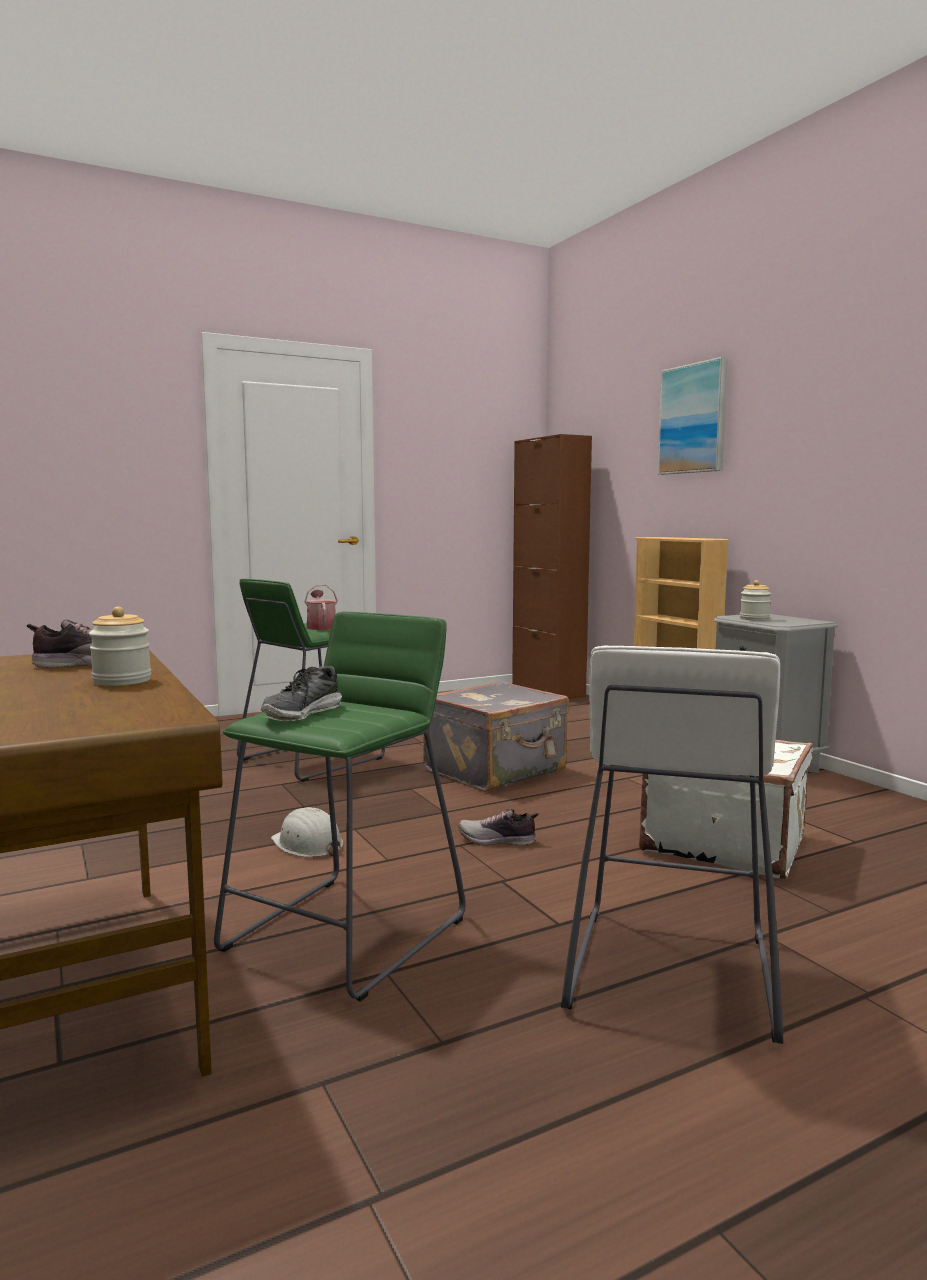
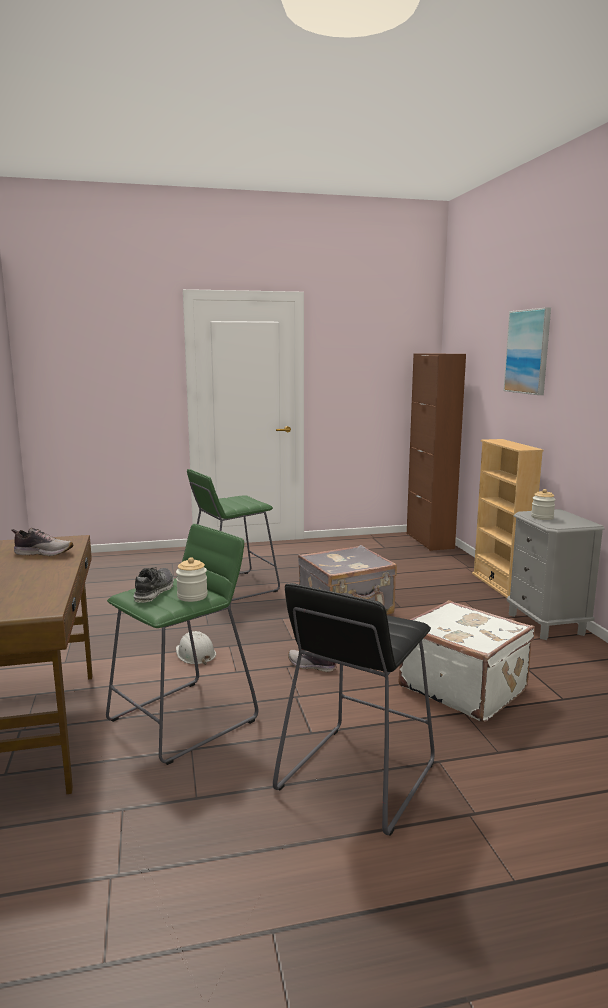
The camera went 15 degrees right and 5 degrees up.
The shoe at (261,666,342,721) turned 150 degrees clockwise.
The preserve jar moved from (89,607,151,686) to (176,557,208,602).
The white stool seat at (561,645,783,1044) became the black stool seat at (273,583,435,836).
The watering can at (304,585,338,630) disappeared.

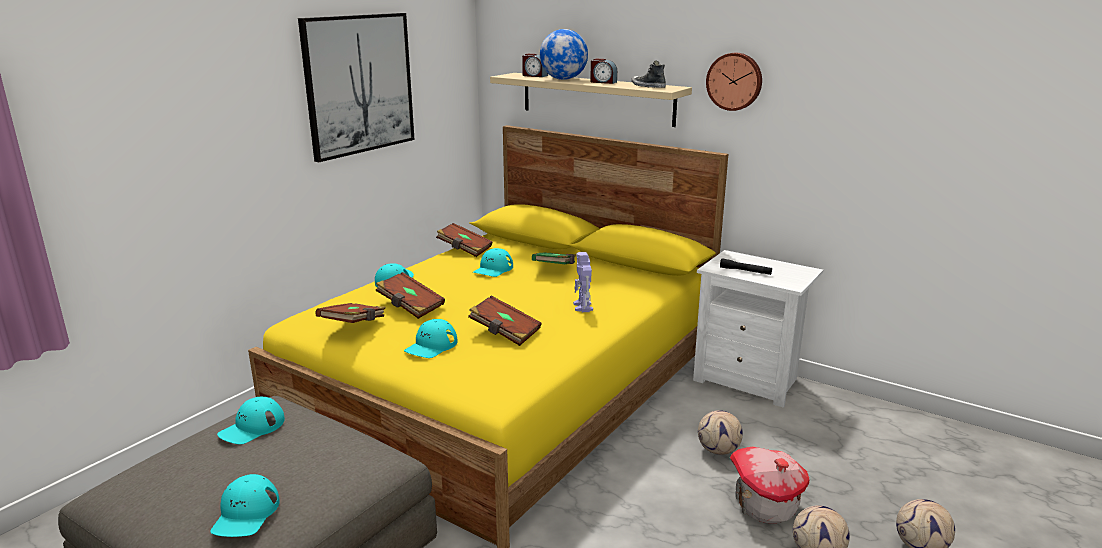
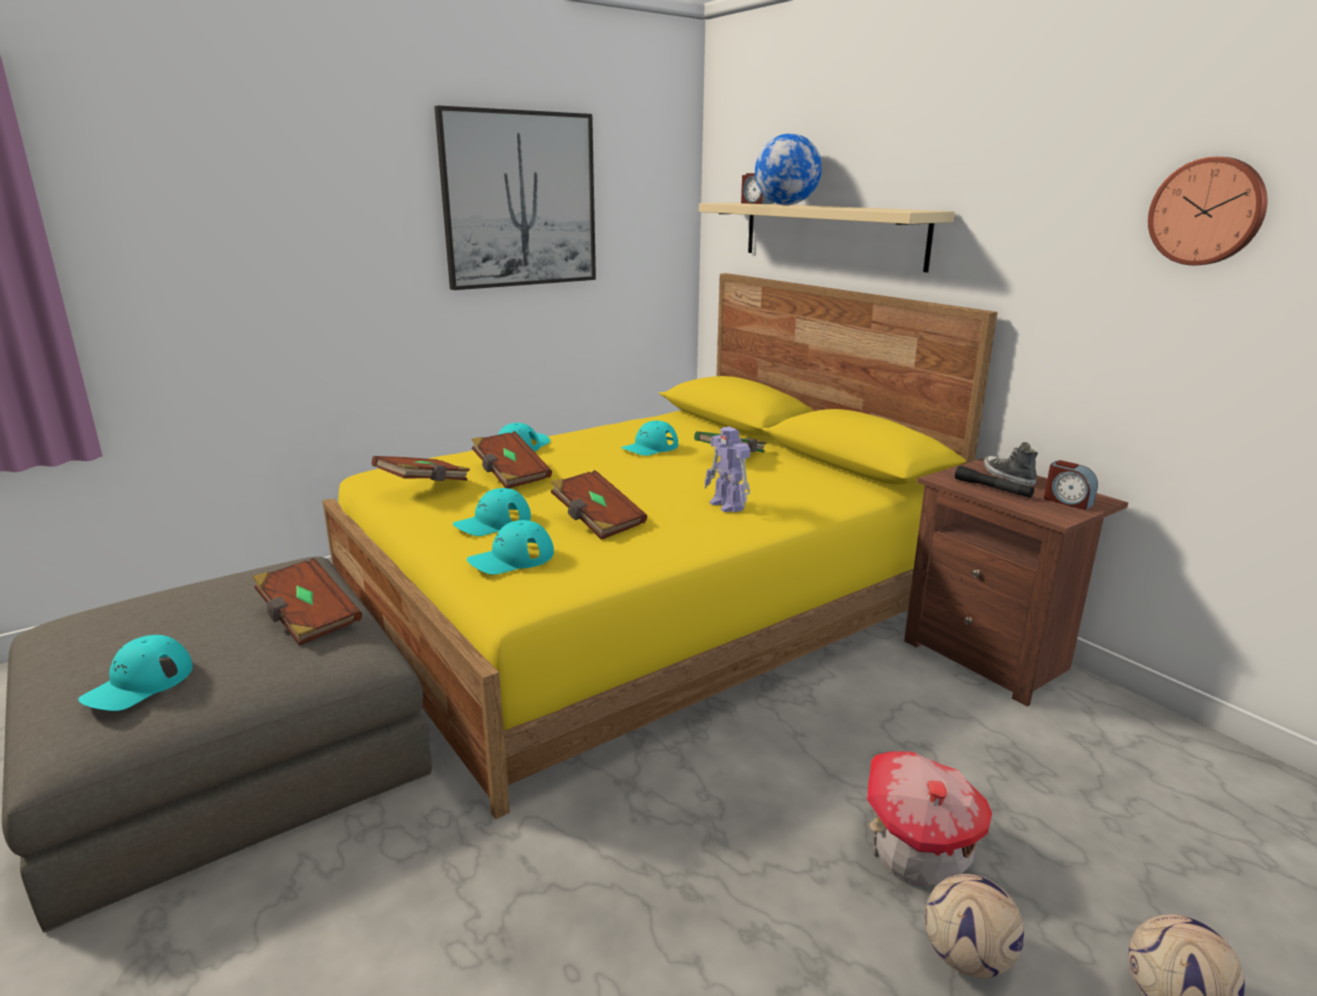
The camera went 20 degrees right and 0 degrees up.
The brownish bound book moved from (436,223,492,257) to (253,558,362,646).
The blue-green cap moved from (217,397,285,444) to (467,520,554,575).
The robot figure at (573,252,593,312) turned 45 degrees counterclockwise.
The white nightstand at (693,250,823,408) became the brownish nightstand at (904,459,1128,707).
The shoe moved from (631,60,666,88) to (983,442,1038,486).
The table clock moved from (590,59,617,84) to (1044,460,1098,510).
The clock on the wall moved from (706,53,762,111) to (1148,157,1267,265).
The football ball at (698,410,743,455) disappeared.

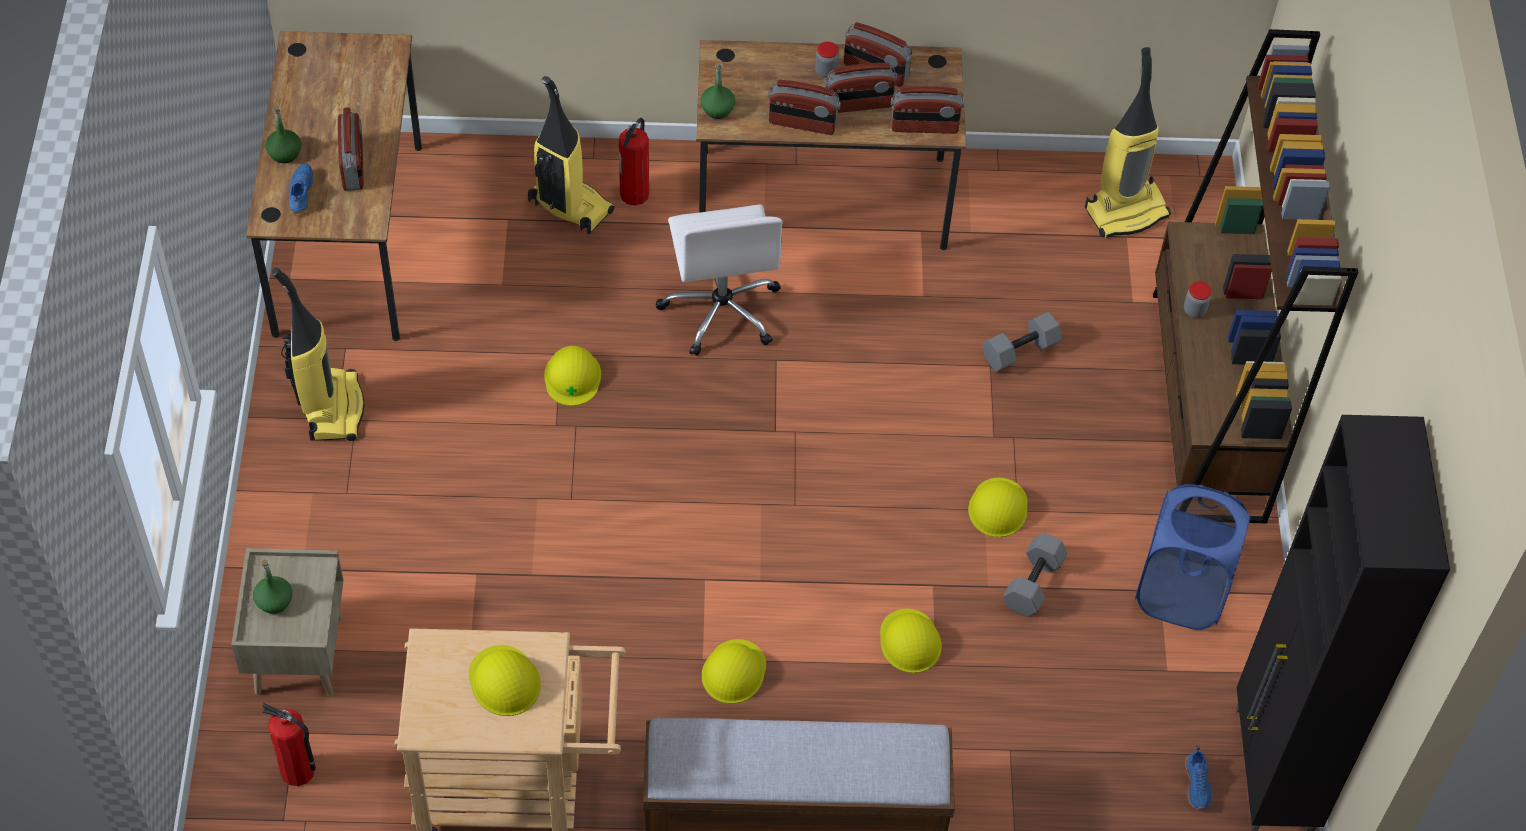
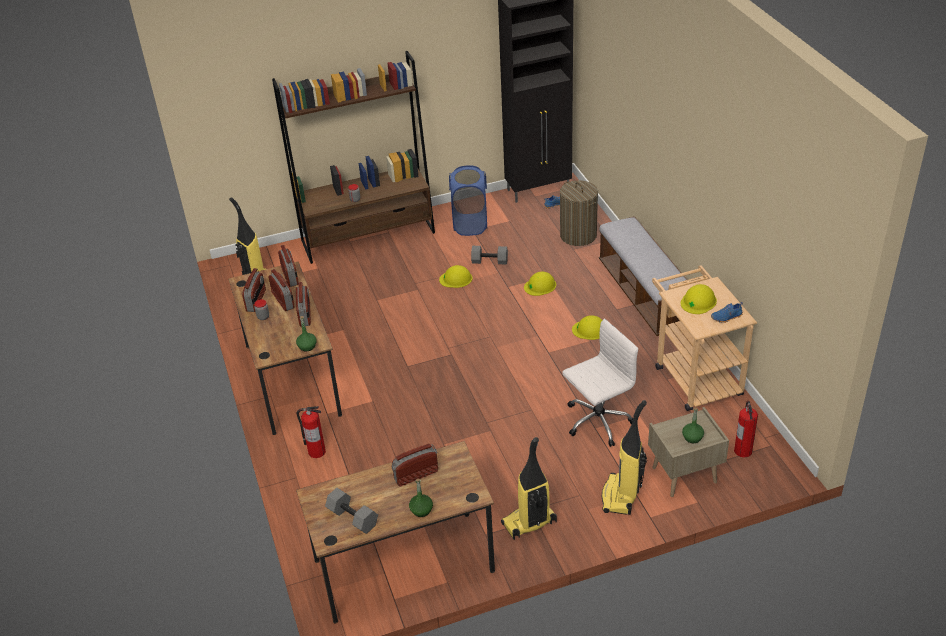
The camera went 105 degrees left and 15 degrees down.
The greyish hand weight moved from (982,312,1062,372) to (325,488,378,534).
The laundry basket at (560,180,598,246) appeared.
The white desk chair moved from (656,204,783,356) to (562,318,638,447).
The vacuum cleaner moved from (528,76,614,235) to (602,400,647,515).
The blue shoe moved from (290,163,314,215) to (711,302,743,323).
The yellowish safety helmet at (544,346,601,406) disappeared.

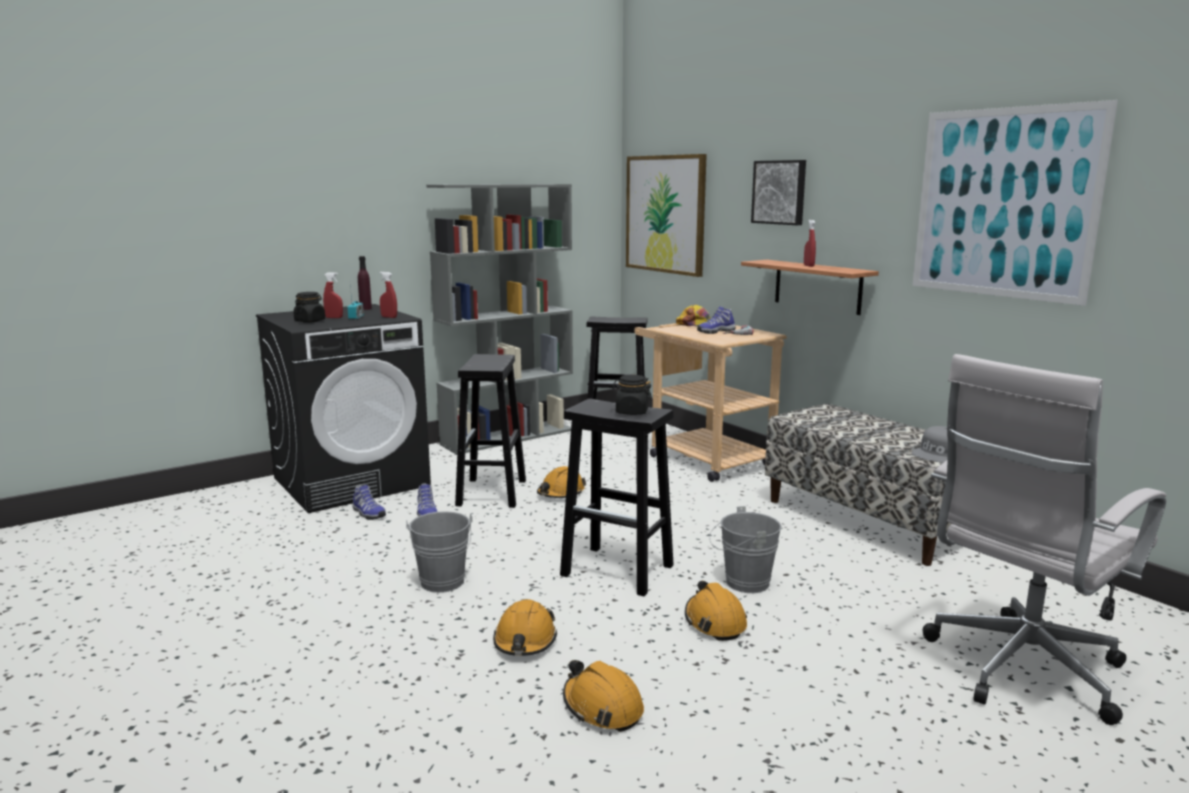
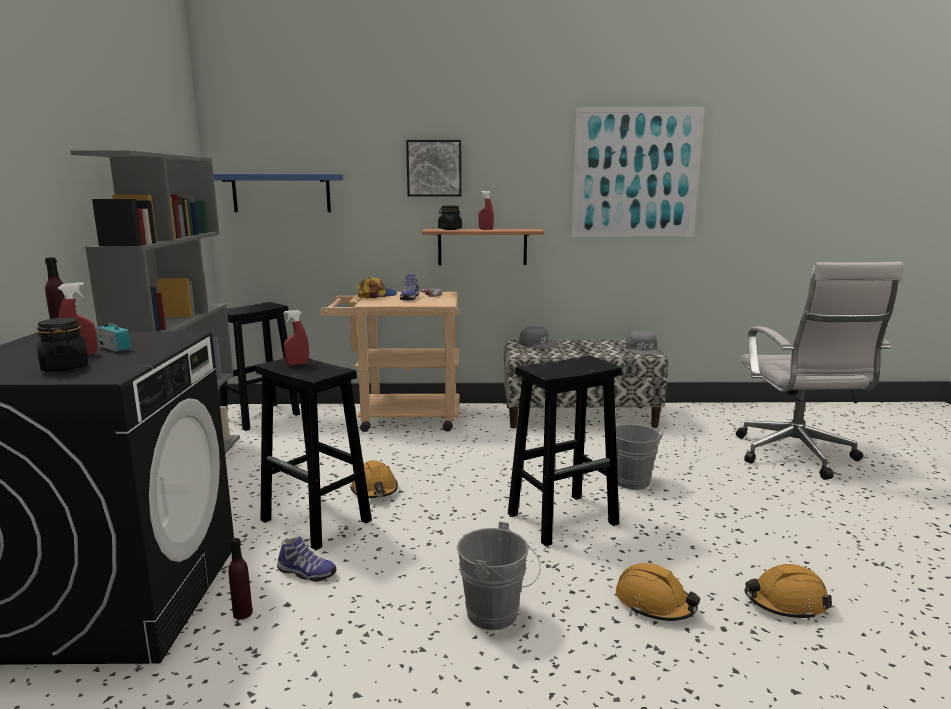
The camera went 55 degrees left and 0 degrees up.
The picture at (626,154,707,277) was replaced by the blue wall shelf at (213,174,343,212).
The shoe at (353,485,386,520) was replaced by the purplish drink bottle at (229,538,253,620).
The red spray bottle moved from (380,272,397,318) to (284,310,309,366).
The black preserve jar moved from (612,375,652,415) to (438,206,462,230).
The greyish cap at (519,326,558,348) appeared.
The orange safety helmet at (685,581,747,641) disappeared.

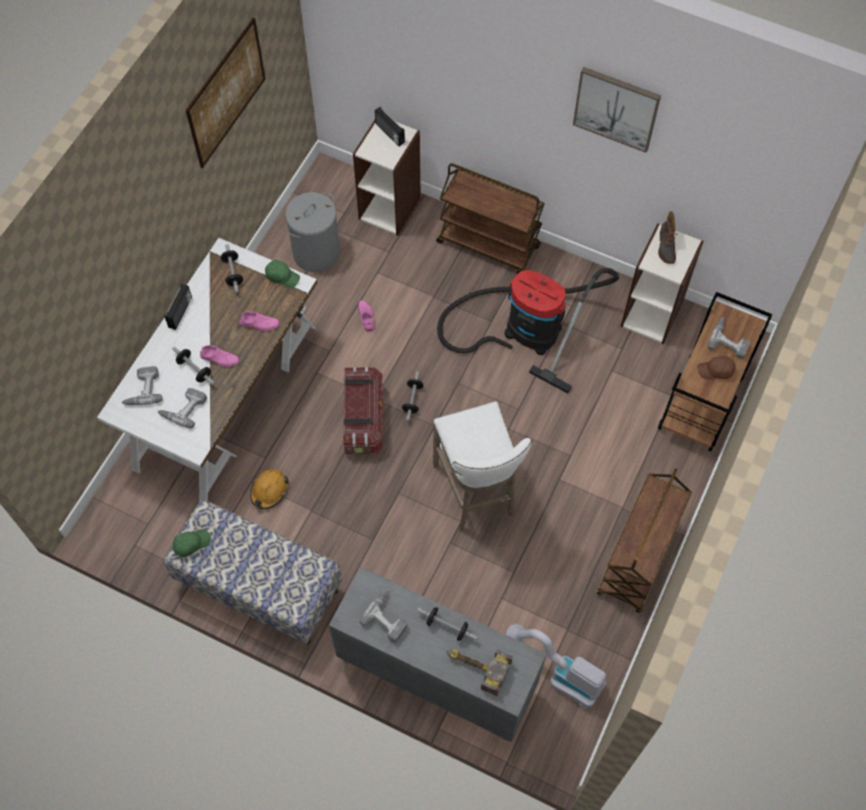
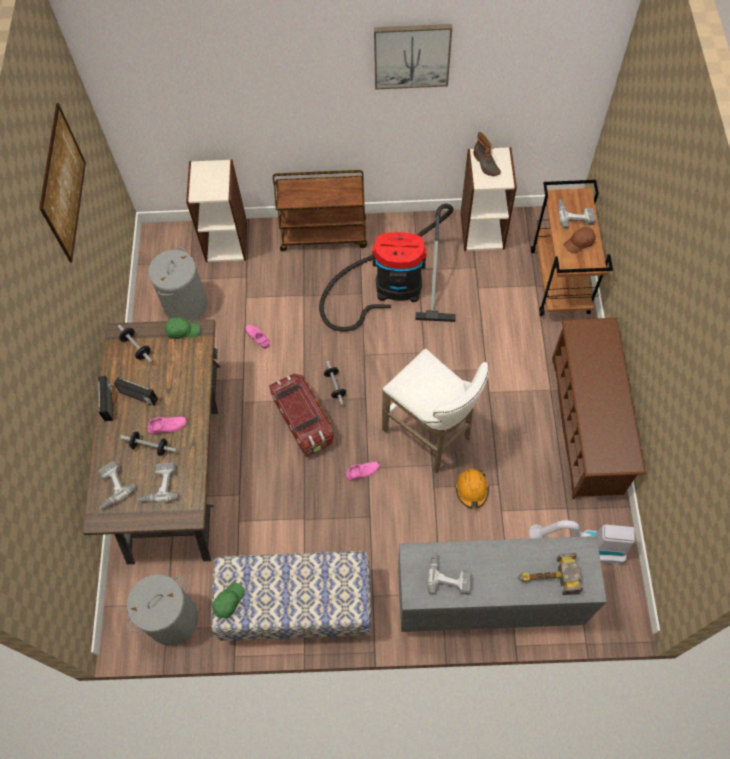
The camera went 25 degrees left and 0 degrees up.
The white desk at (97,238,317,502) became the brownish desk at (83,319,220,564).
The radio moved from (375,106,405,146) to (114,377,158,406).
The greyish laundry basket at (126,574,198,646) appeared.
The pinkish shoe moved from (240,311,280,331) to (345,461,379,481).
The orange safety helmet moved from (250,469,288,509) to (455,468,489,509).
The brownish wheeled cart at (597,469,692,613) was replaced by the brownish shoe rack at (552,318,646,499).
The hand weight at (417,607,478,641) disappeared.

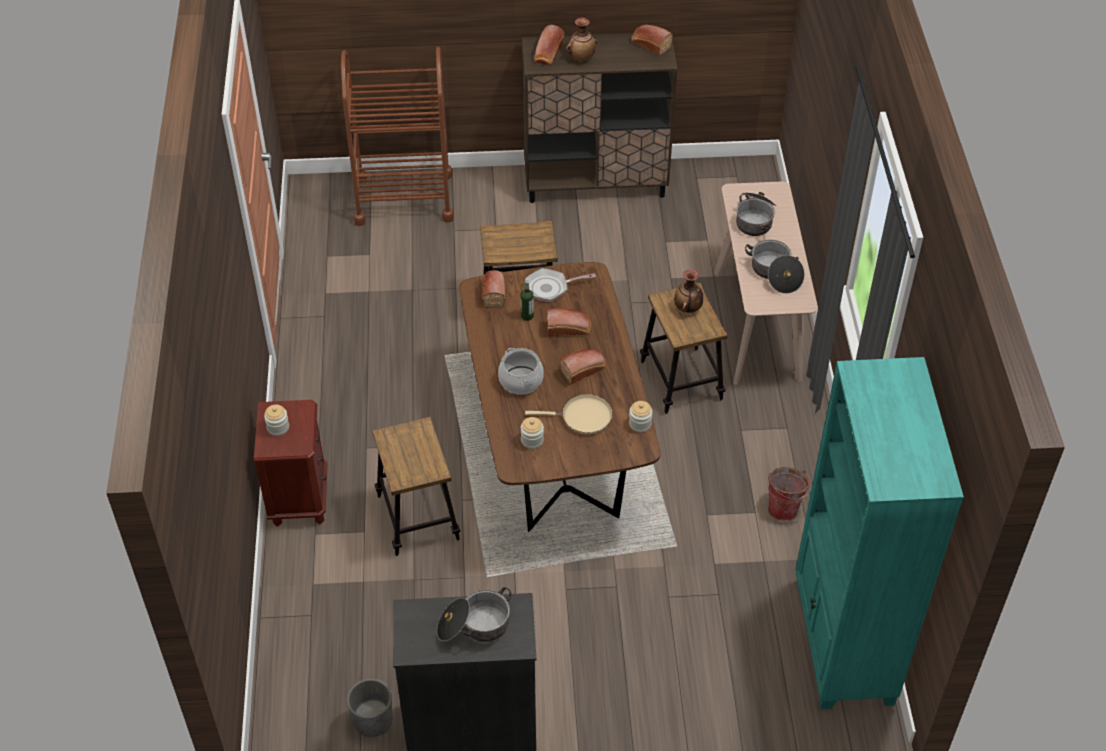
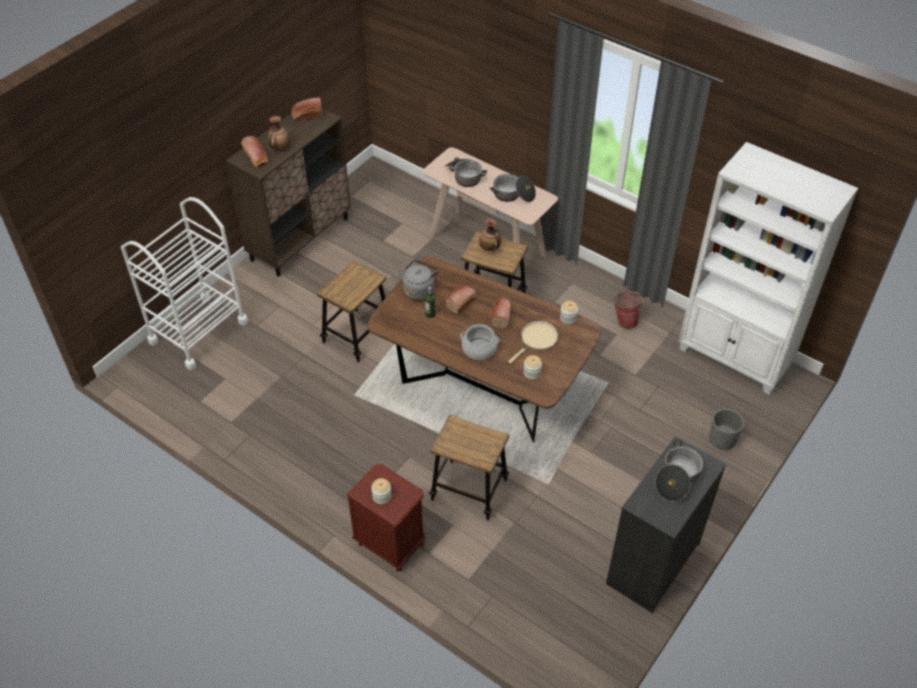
The camera went 50 degrees left and 0 degrees up.
The brownish wheeled cart at (341,47,454,226) became the white wheeled cart at (121,197,248,370).
The skillet at (525,268,596,302) was replaced by the greyish water kettle at (398,260,439,301).
The blue-green bookcase at (795,357,964,709) became the white bookcase at (679,142,858,395).
The greyish plant pot moved from (347,679,392,737) to (709,409,744,450).
The bakery bread at (482,270,505,308) disappeared.

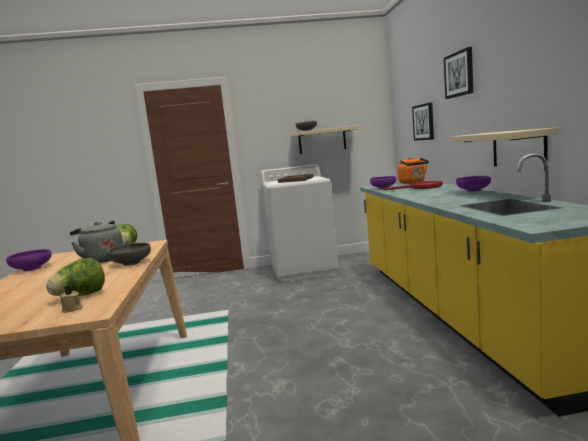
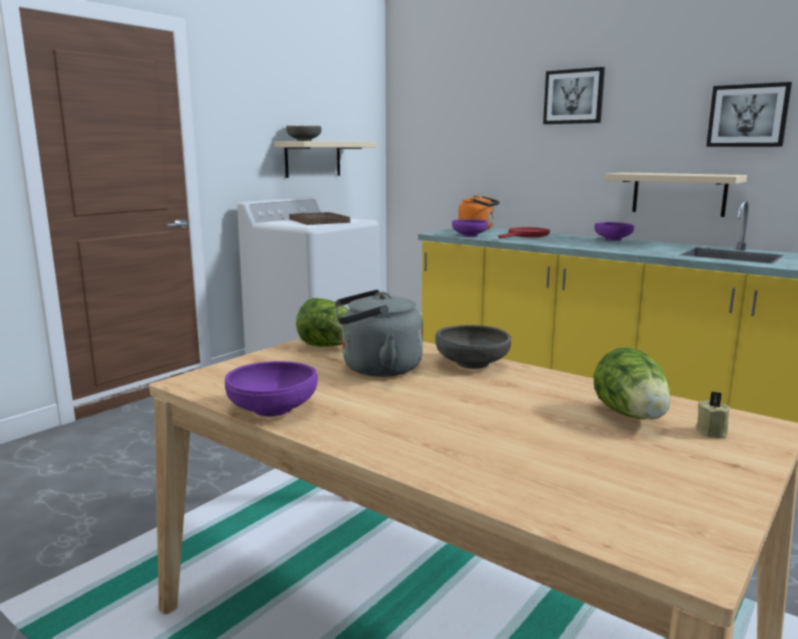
The camera went 45 degrees left and 5 degrees up.
The picture moved from (412,102,434,141) to (706,82,792,147).

